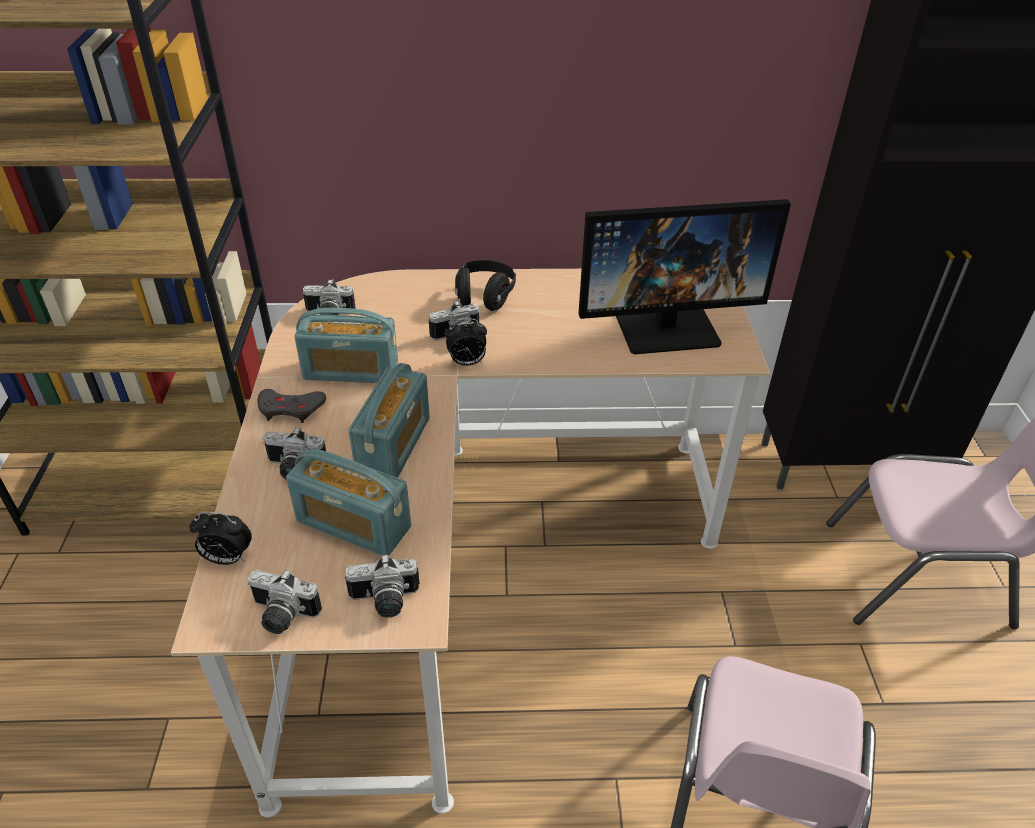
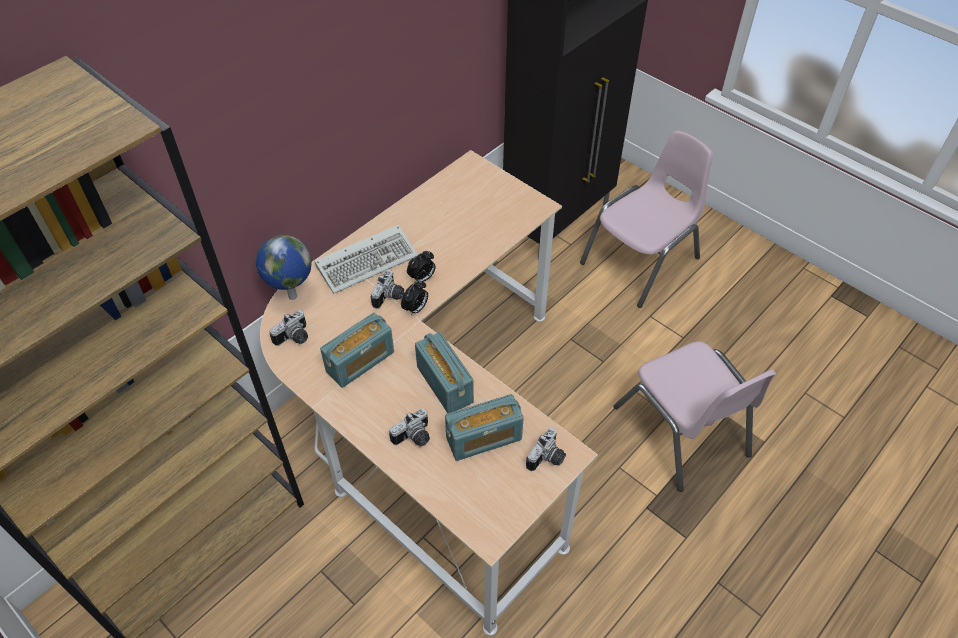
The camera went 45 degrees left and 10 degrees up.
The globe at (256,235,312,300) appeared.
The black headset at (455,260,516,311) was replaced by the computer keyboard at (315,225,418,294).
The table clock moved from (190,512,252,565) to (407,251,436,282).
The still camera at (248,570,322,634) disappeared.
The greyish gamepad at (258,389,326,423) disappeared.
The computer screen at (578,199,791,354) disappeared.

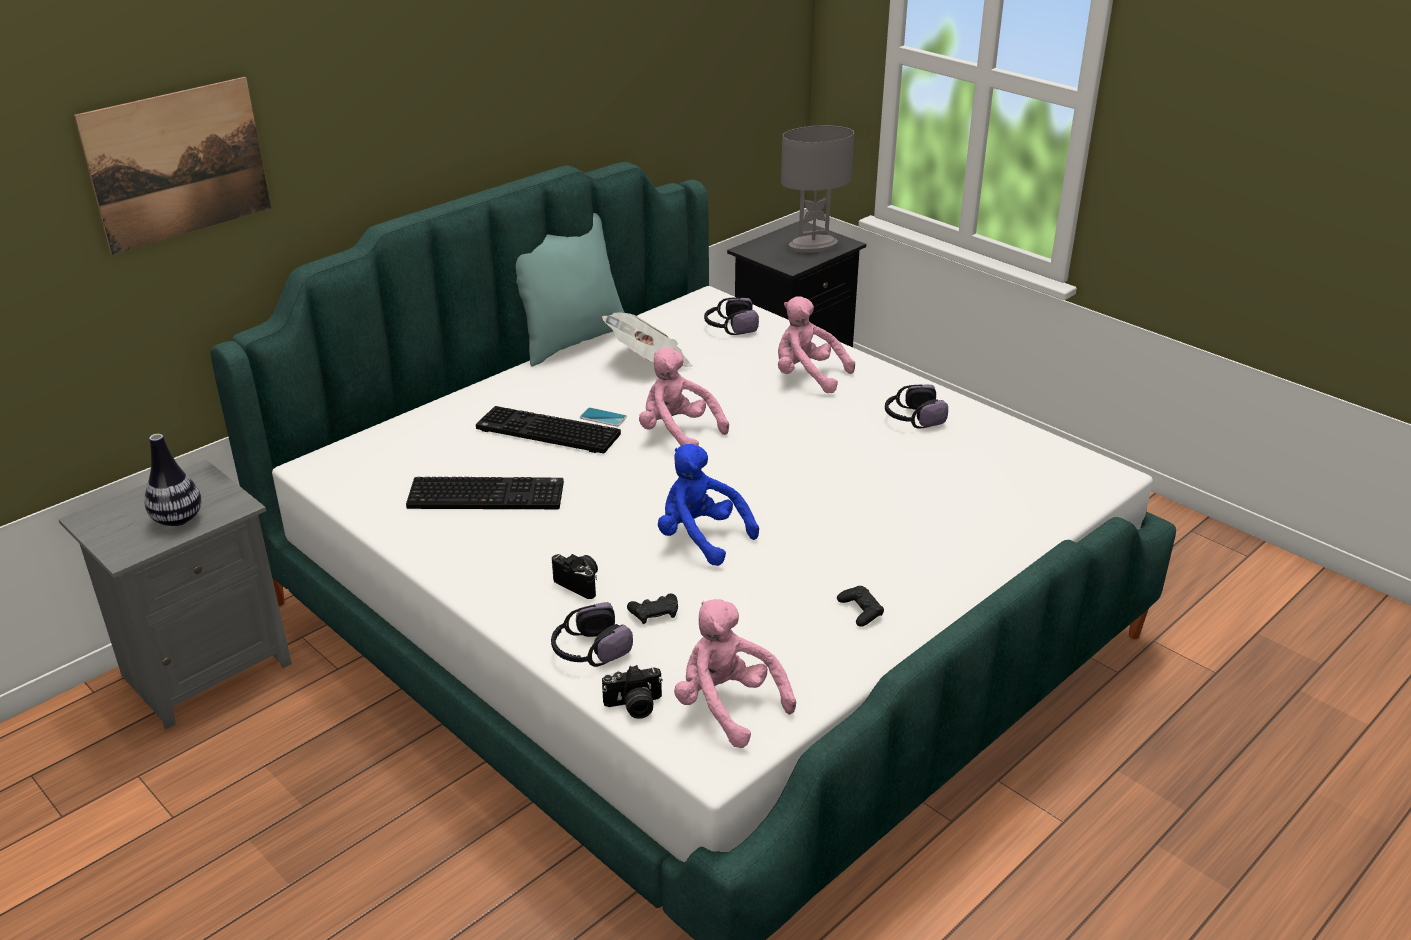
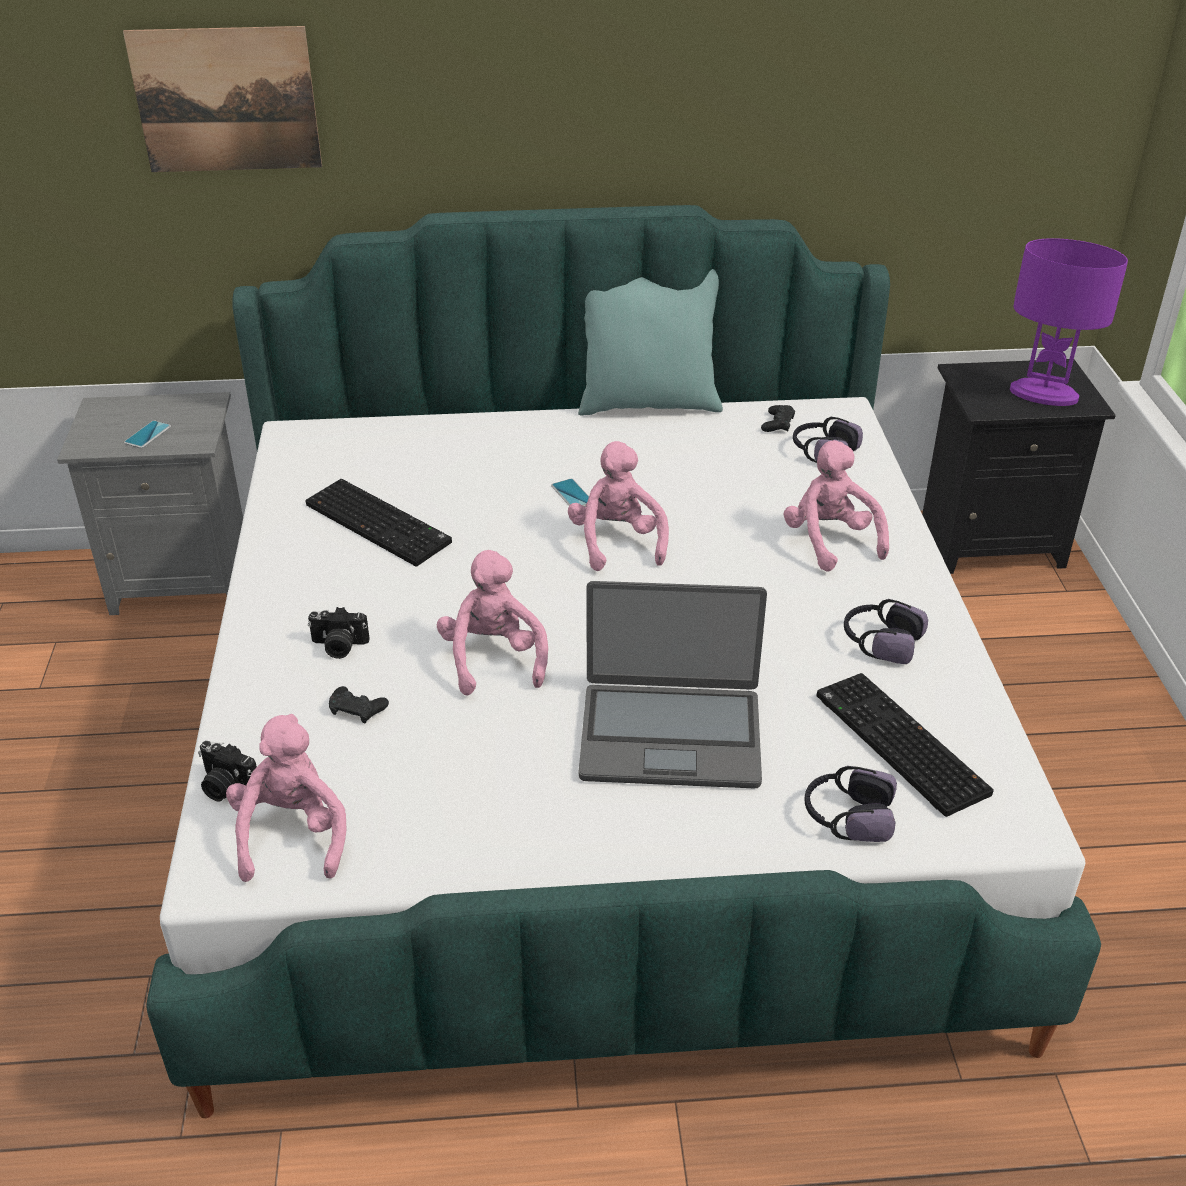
The camera went 40 degrees right and 5 degrees up.
The decorative vase at (144,434,202,526) was replaced by the handset at (124,420,171,448).
The still camera at (552,554,598,599) turned 105 degrees clockwise.
The blue cuddly toy at (658,444,759,566) became the pinkish cuddly toy at (437,550,548,696).
The portable computer at (579,581,767,788) appeared.
The black gamepad moved from (837,586,884,627) to (761,405,795,432).
The headset moved from (551,602,633,667) to (805,766,897,842).
The computer keyboard moved from (476,406,621,453) to (816,673,994,817).
The greyish table lamp at (781,125,854,253) became the purplish table lamp at (1010,238,1128,406).
The printed paper at (602,313,692,367) disappeared.

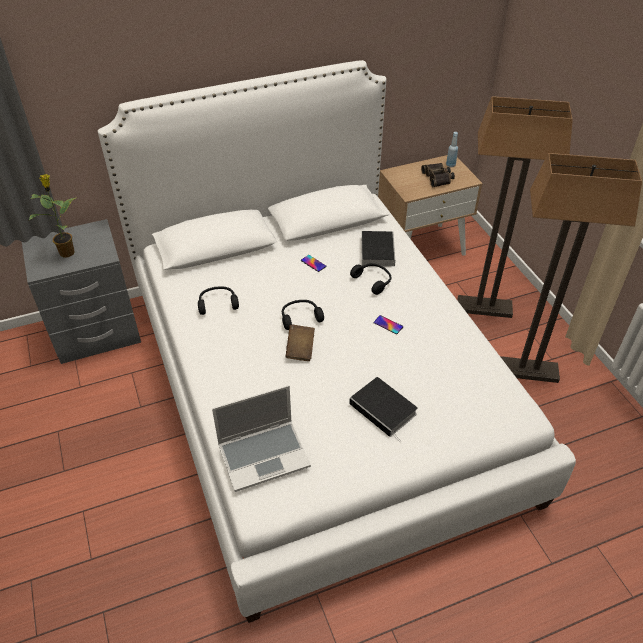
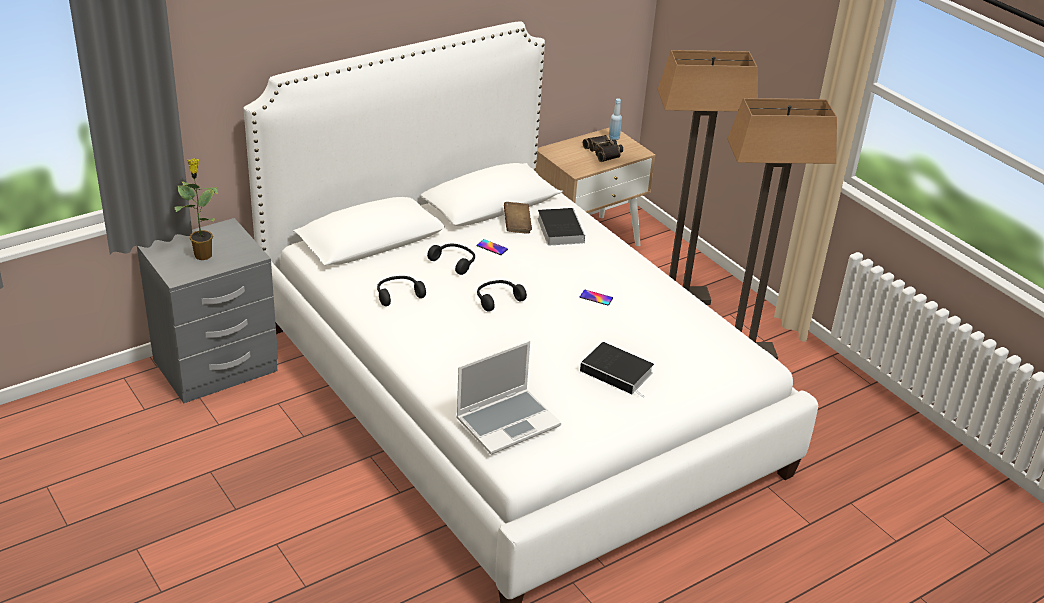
The camera went 15 degrees left and 10 degrees down.
The black headset moved from (350,263,391,295) to (427,244,475,275).
The brownish bound book moved from (285,325,315,361) to (504,202,532,234).

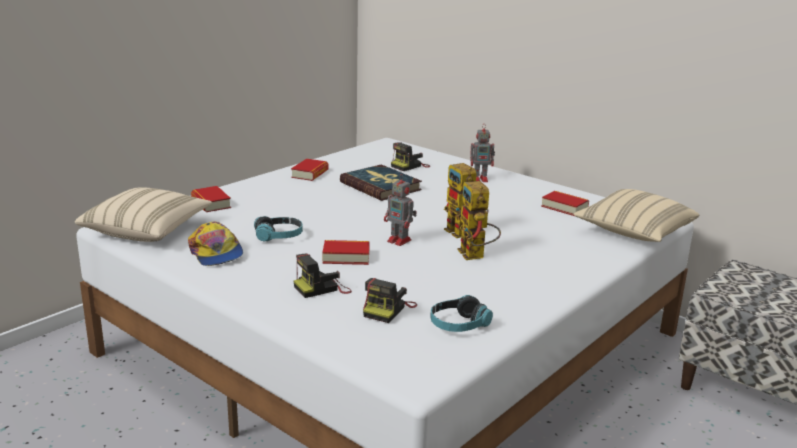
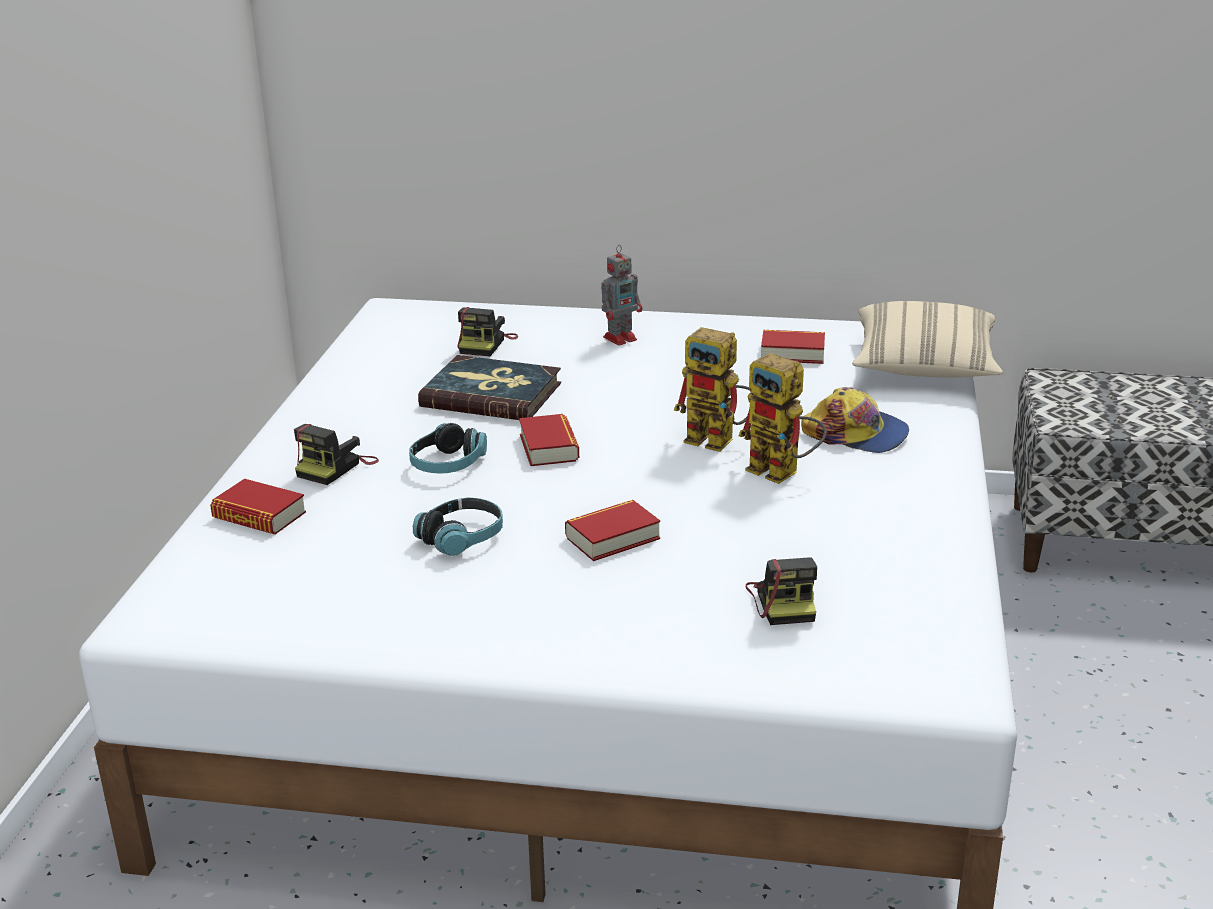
The camera went 30 degrees left and 5 degrees up.
The still camera moved from (294,254,352,298) to (294,424,379,485).
The headset moved from (430,295,493,332) to (409,423,487,474).
The bound book moved from (291,159,329,181) to (519,414,579,466).
The cap moved from (188,221,243,266) to (801,387,909,453).
The beige throw pillow at (75,187,212,242) disappeared.
The robot figure at (384,175,417,246) disappeared.

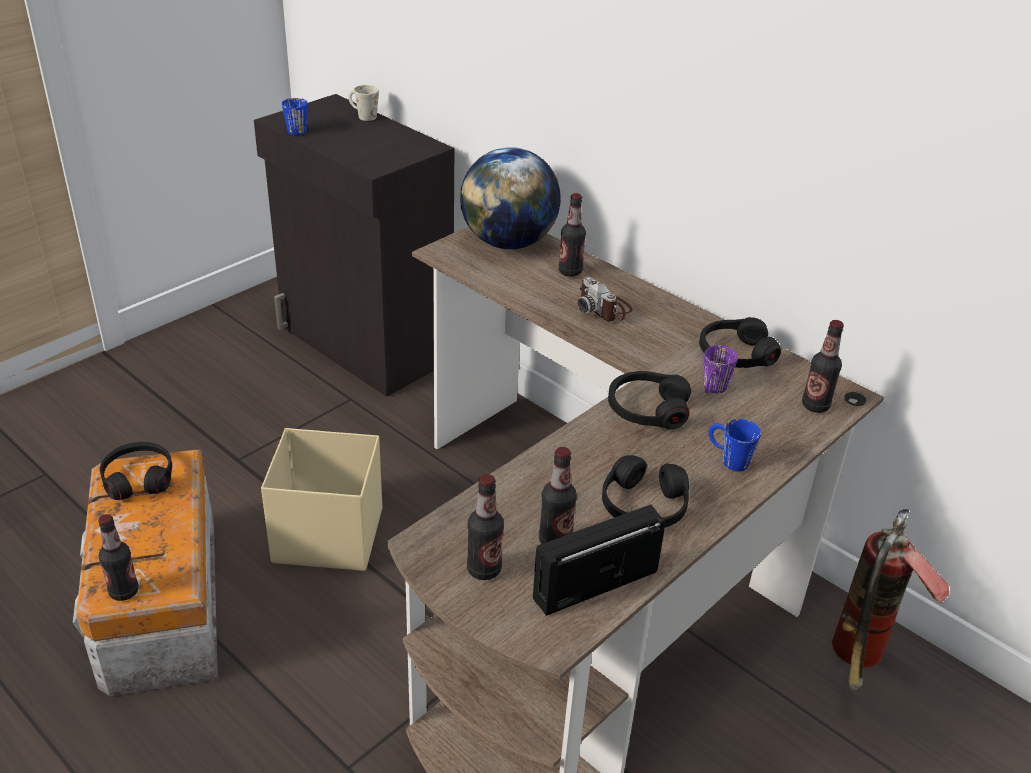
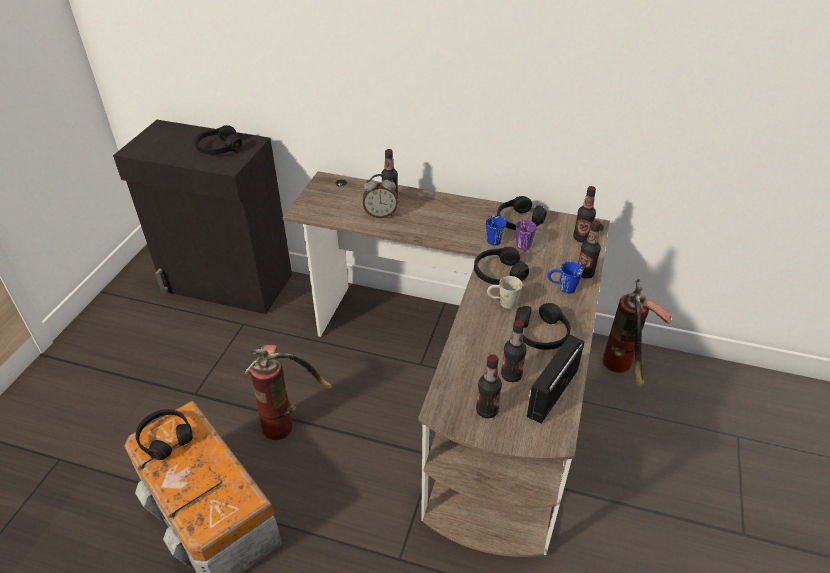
The camera went 25 degrees left and 5 degrees up.
The black headset at (194,125,242,155) appeared.
The beige storage container at (261,428,382,571) was replaced by the fire-fighting cylinder at (245,345,332,440).
The table clock at (363,174,398,218) appeared.
The blue tea mug moved from (282,98,308,135) to (486,216,507,245).
The white tea mug moved from (348,85,379,121) to (487,276,522,309).
The drink bottle moved from (98,514,139,601) to (578,220,601,279).
The globe at (460,147,561,249) disappeared.
The still camera at (578,277,633,321) disappeared.

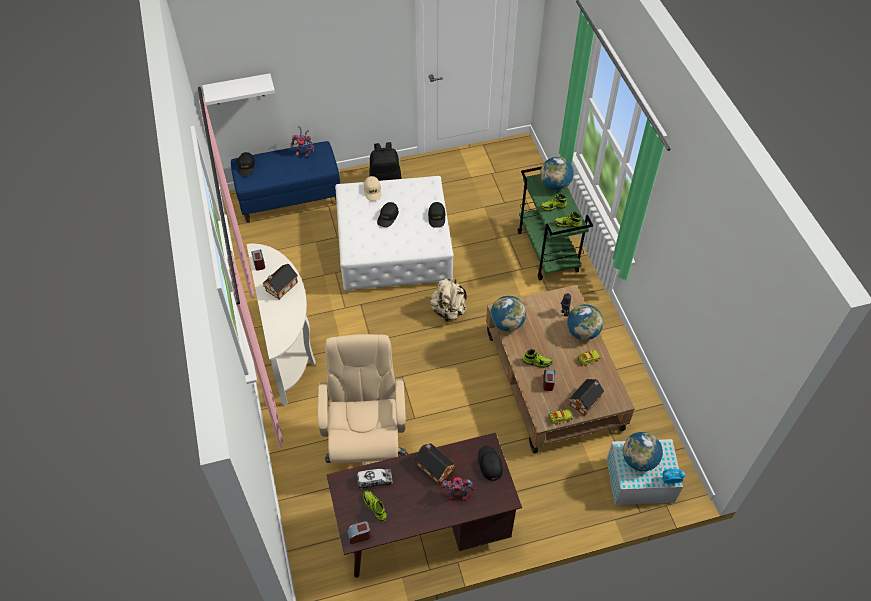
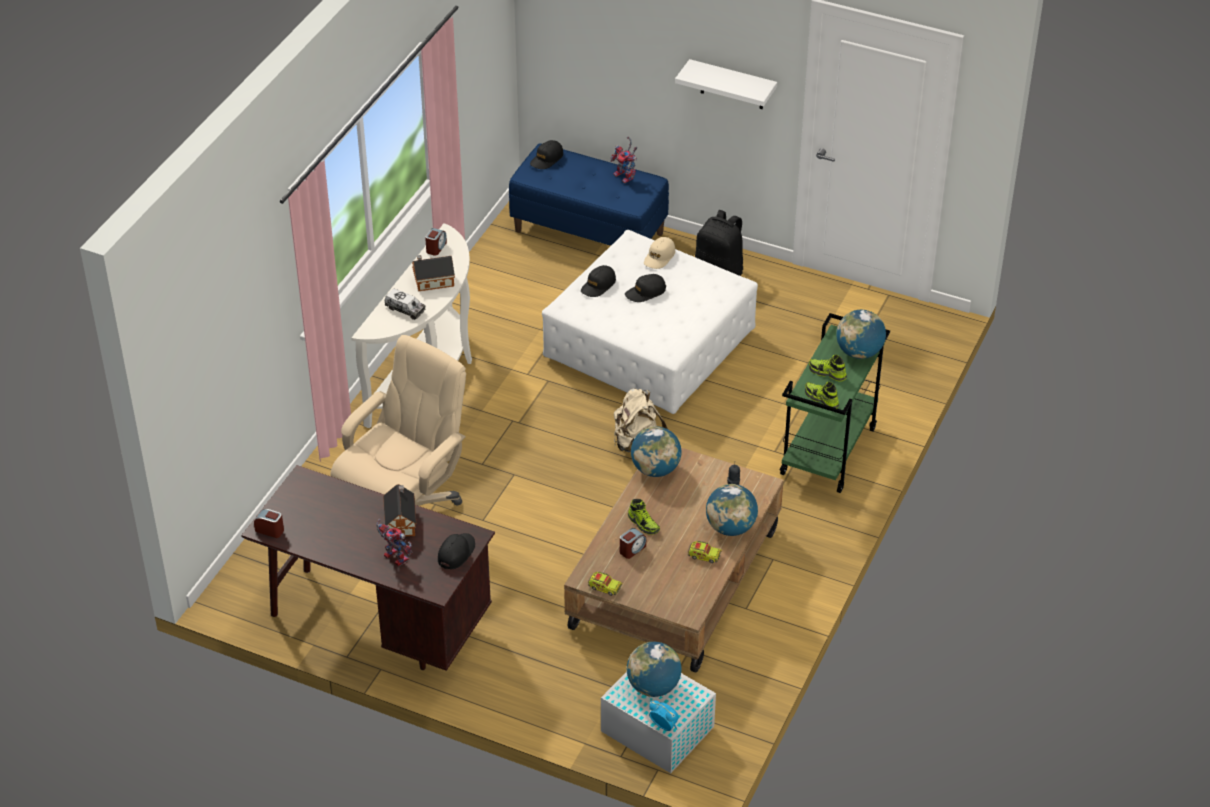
The camera went 40 degrees right and 10 degrees down.
The model truck moved from (357,469,393,489) to (385,289,426,320).
The black cap moved from (428,202,446,228) to (581,265,616,297).
The white wall shelf moved from (202,73,275,105) to (675,59,777,109).
The shoe at (363,491,387,522) disappeared.
The toy house at (569,379,605,416) disappeared.

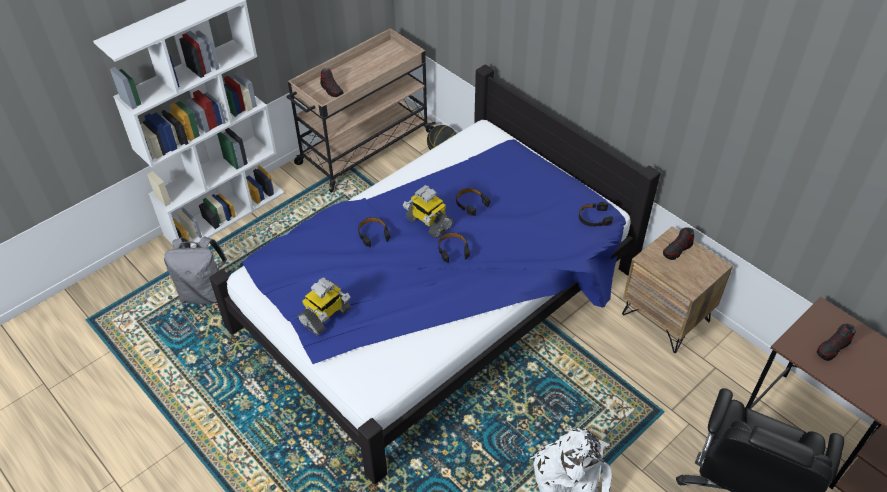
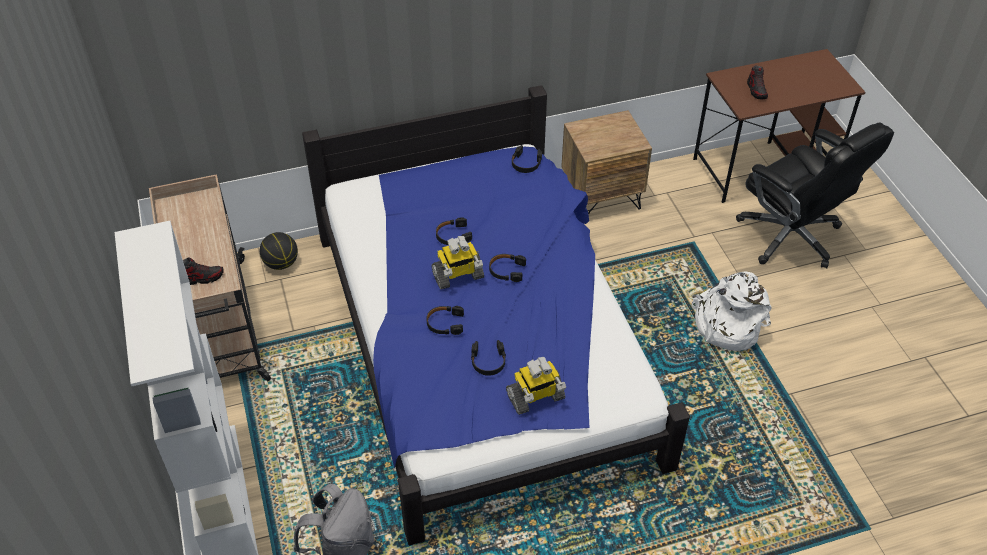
The camera went 65 degrees left and 0 degrees up.
The black headset at (471,340,506,376) appeared.
The robot figure at (298,277,351,335) turned 90 degrees clockwise.
The shoe at (663,227,694,260) disappeared.

